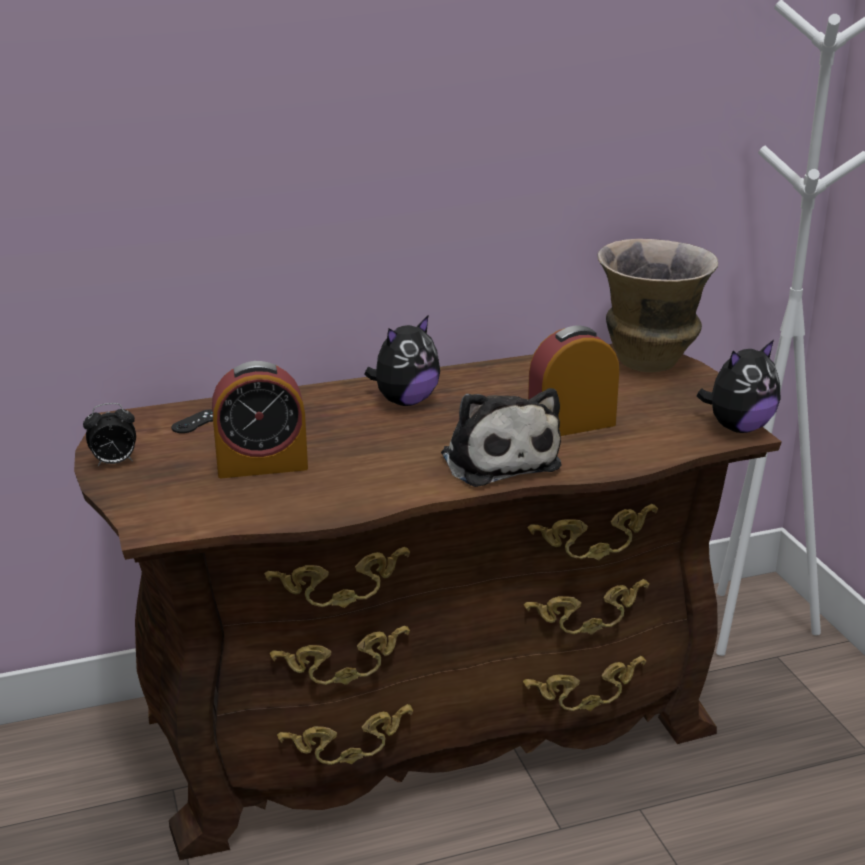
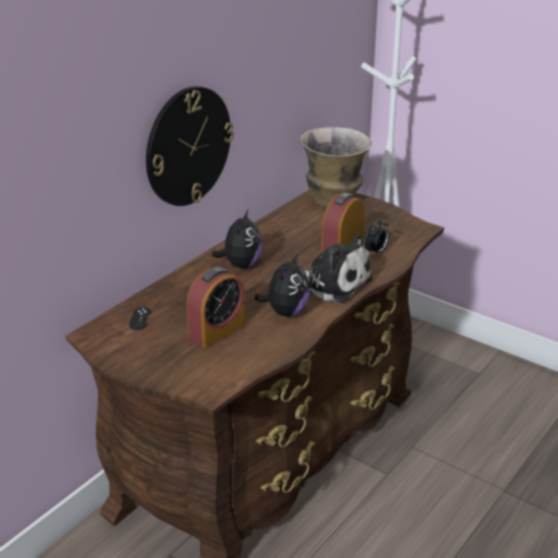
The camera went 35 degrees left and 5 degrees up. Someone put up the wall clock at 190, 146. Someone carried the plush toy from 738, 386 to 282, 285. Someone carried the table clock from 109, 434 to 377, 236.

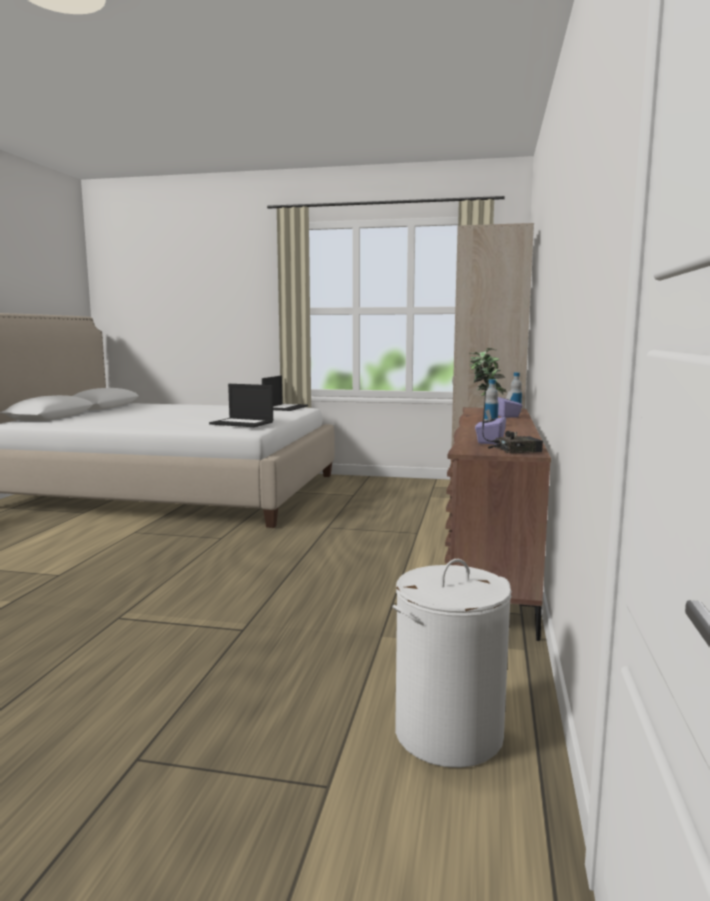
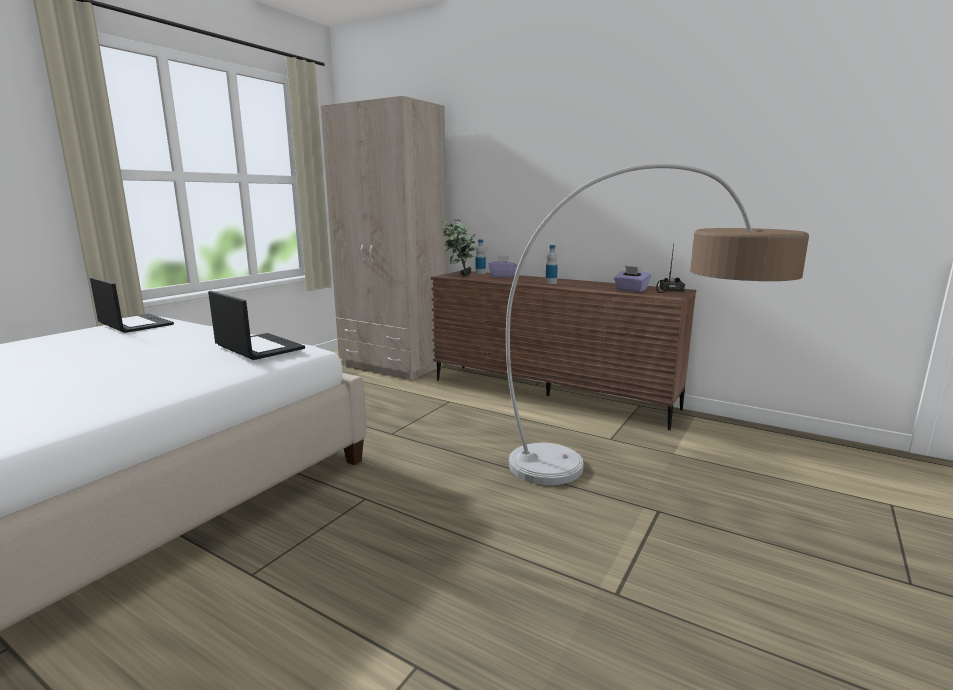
The camera went 70 degrees left and 5 degrees up. Someone rotated the laptop at 241, 405 by 90 degrees counterclockwise. Someone put down the standard lamp at 657, 324. Someone took away the white laundry basket at 452, 663.

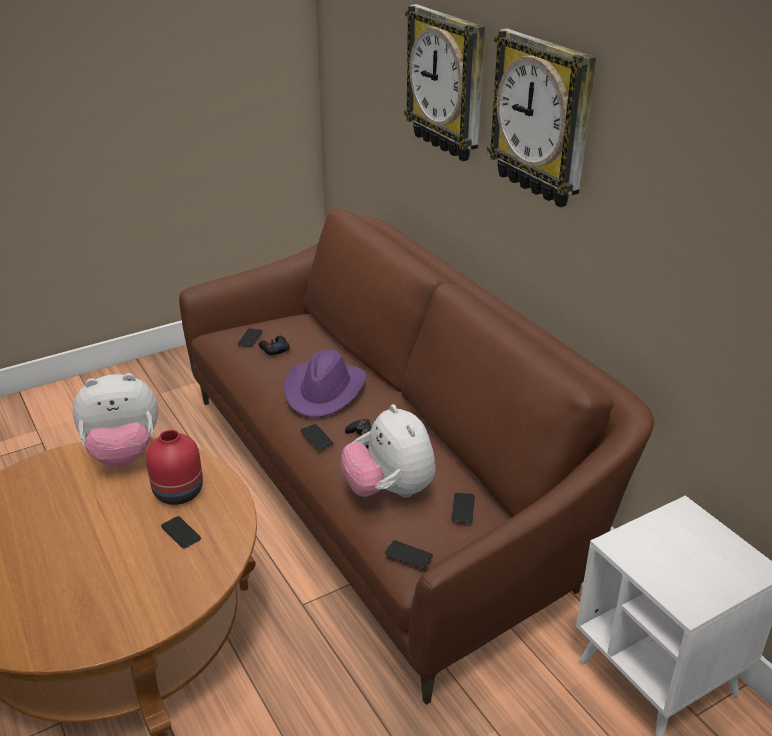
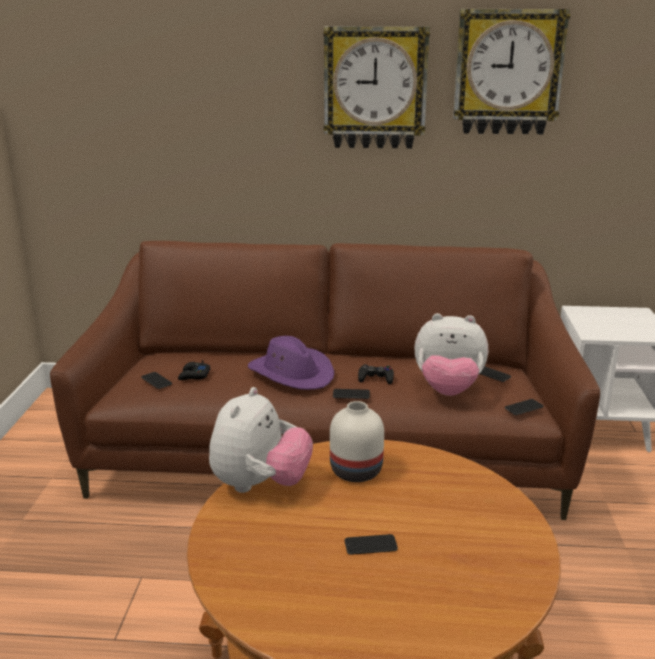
The camera went 55 degrees left and 10 degrees down. Someone repainted the red flower vase at 174, 467, which became the white flower vase at 357, 441. Someone carried the telephone from 181, 532 to 371, 544. Someone carried the wall clock from 444, 82 to 512, 71.

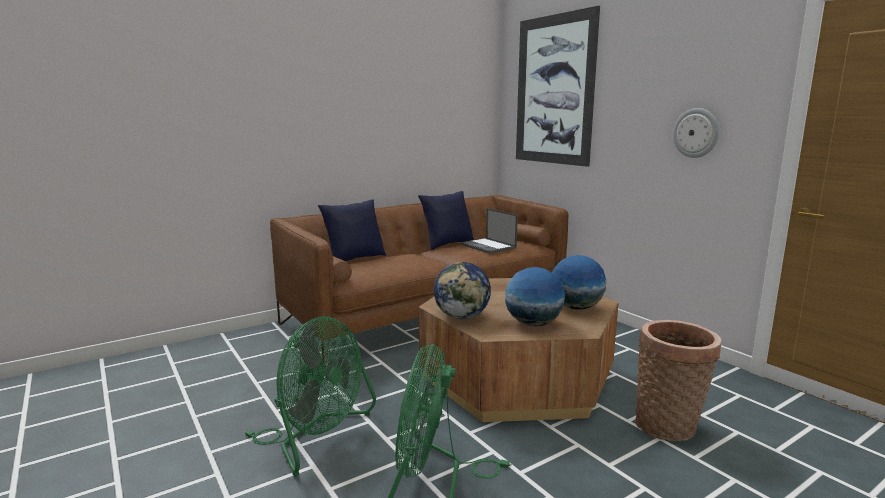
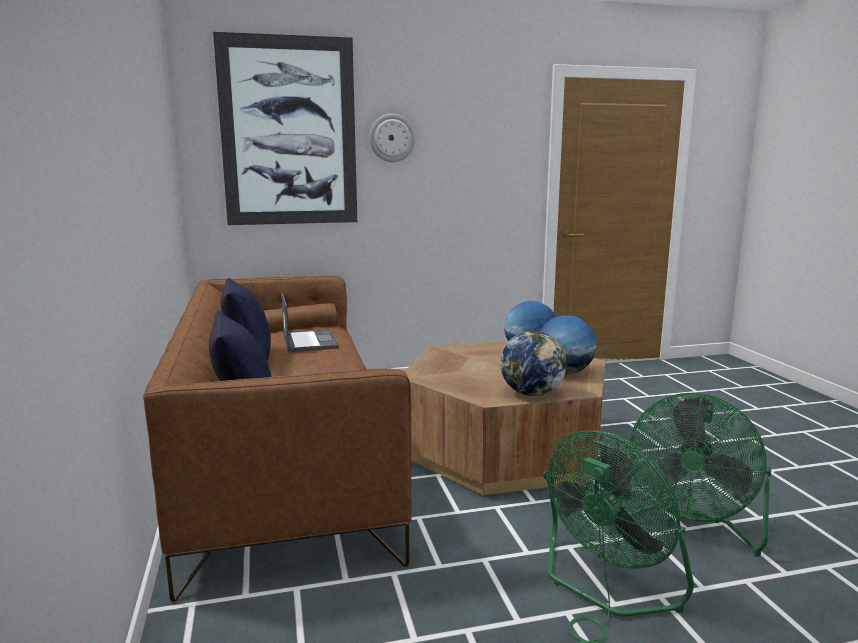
The camera went 70 degrees left and 0 degrees up. Someone rotated the laptop at 489, 231 by 90 degrees counterclockwise. Someone carried the wall clock from 696, 133 to 392, 138. Someone took away the storage basket at 678, 380.

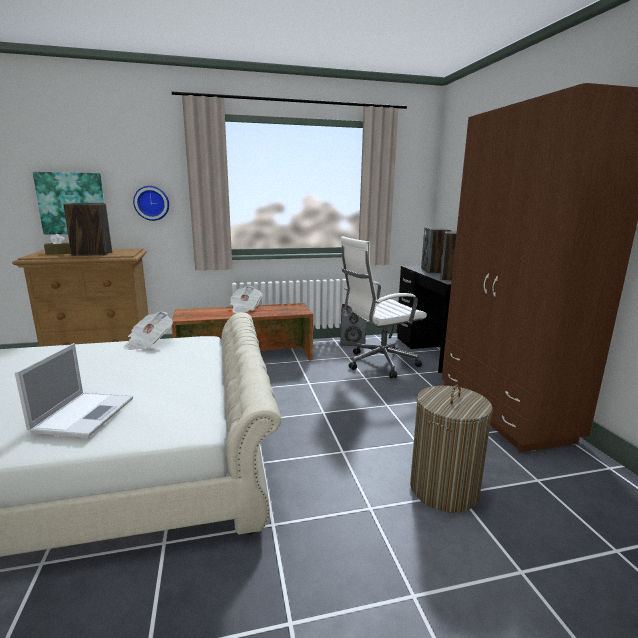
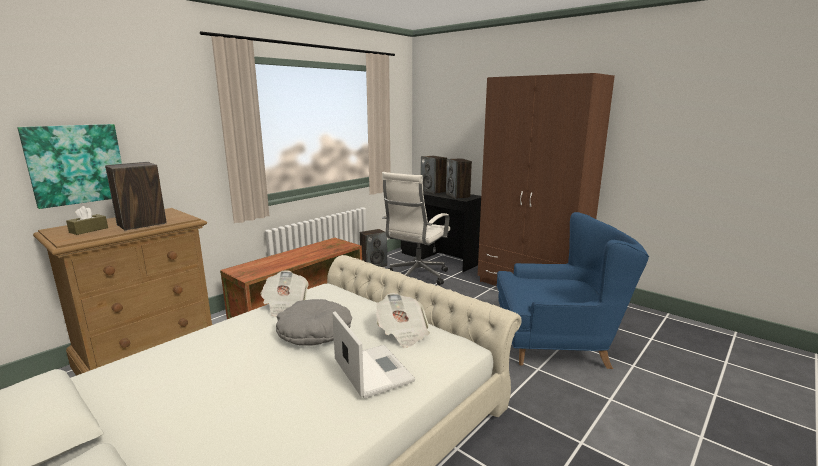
The camera went 35 degrees left and 0 degrees up. Someone put down the grey cushion at 314, 322. Someone carried the printed paper from 246, 299 to 403, 320. Someone swapped the laundry basket at 451, 448 for the bluish easy chair at 573, 290. Someone took away the wall clock at 151, 203.

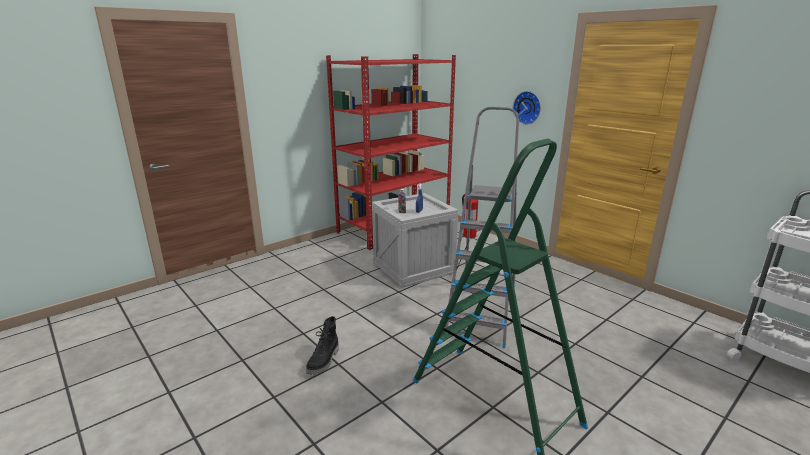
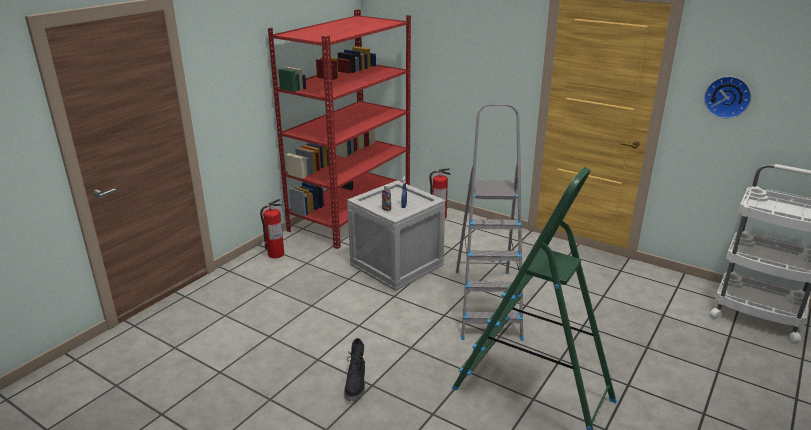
The camera went 15 degrees left and 5 degrees up. Someone put down the fire extinguisher at 272, 228. Someone carried the wall clock from 527, 108 to 728, 97.

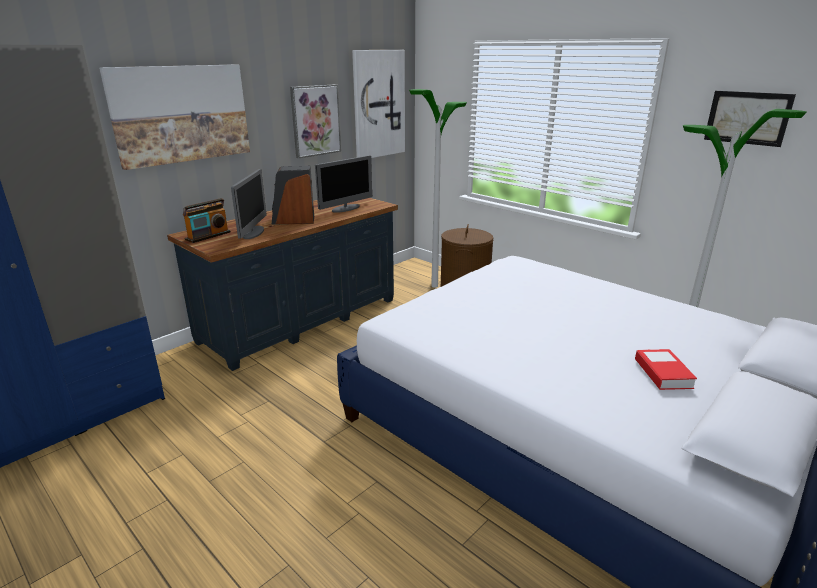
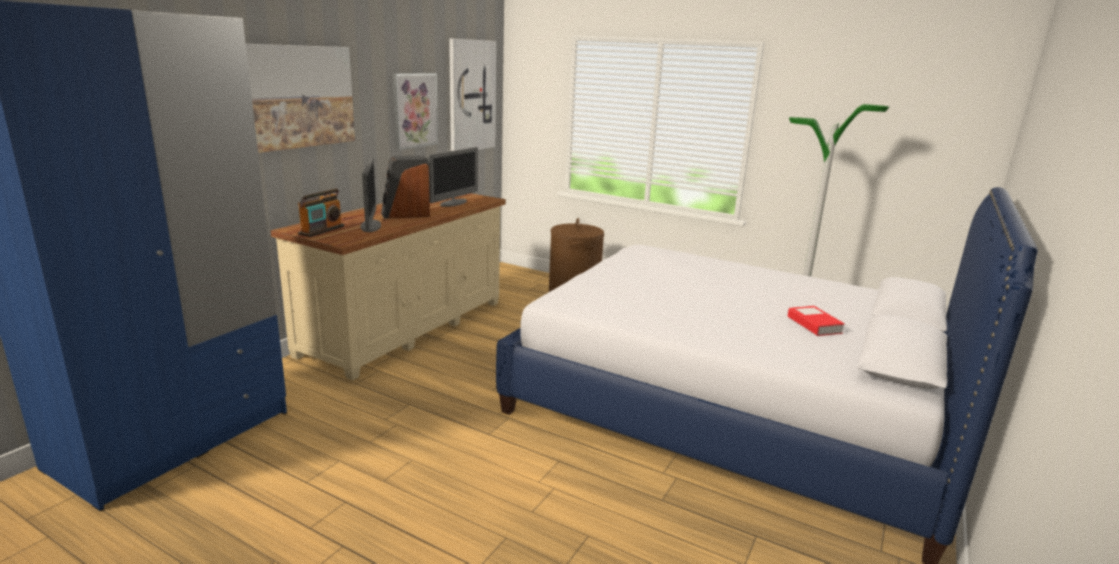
The camera went 15 degrees left and 5 degrees down. Someone repainted the bluish chest of drawers at 282, 284, which became the beige-coloured chest of drawers at 388, 287. Someone took away the standard lamp at 438, 188. Someone took away the wall picture at 750, 119.

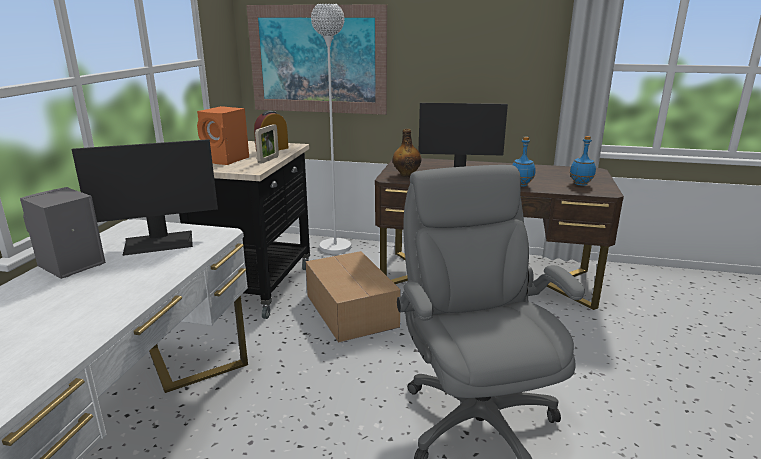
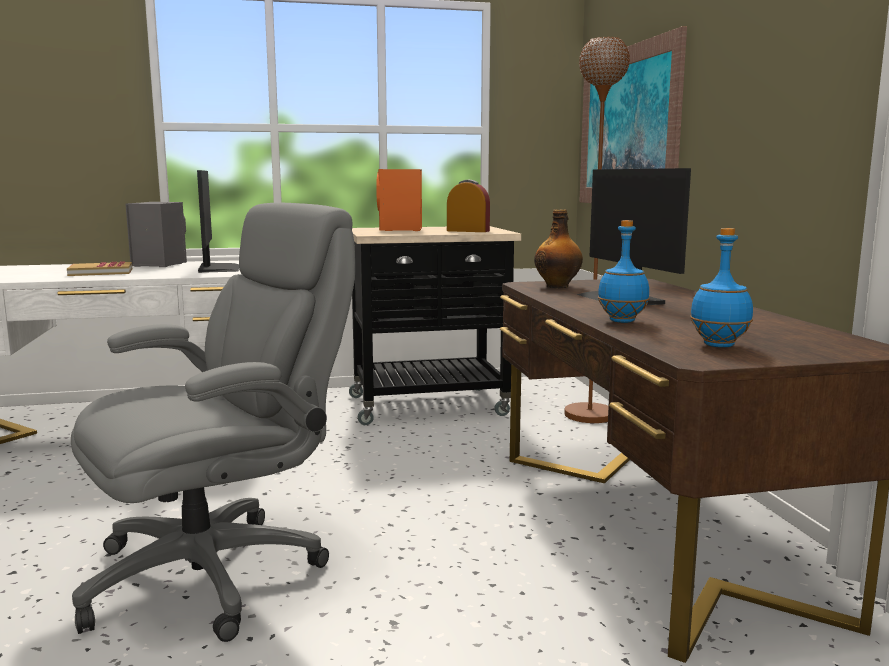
The camera went 65 degrees right and 10 degrees down. Someone put down the bound book at 99, 268. Someone rotated the computer display at 145, 197 by 150 degrees counterclockwise. Someone repainted the white standard lamp at 331, 129, which became the brown standard lamp at 597, 230. Someone took away the picture frame at 267, 143. Someone took away the packing box at 353, 297.

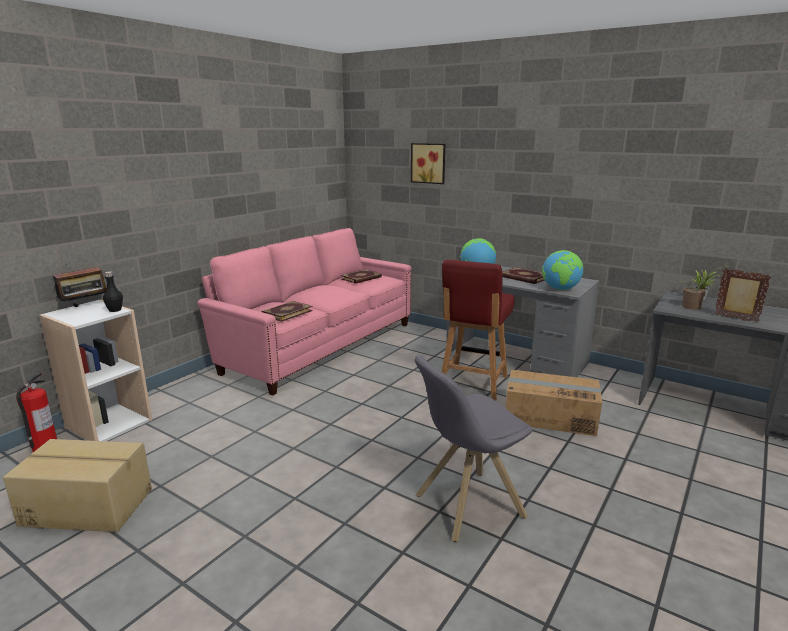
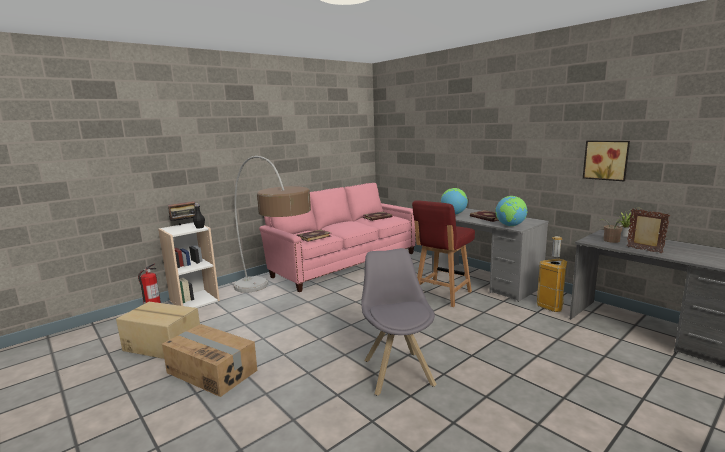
The camera went 15 degrees right and 5 degrees down. Someone carried the packing box from 554, 403 to 209, 360. Someone put down the standard lamp at 272, 224. Someone rotated the grey plain chair at 473, 448 by 90 degrees clockwise. Someone put down the waste bin at 552, 274. Someone carried the wall picture from 428, 163 to 606, 161.

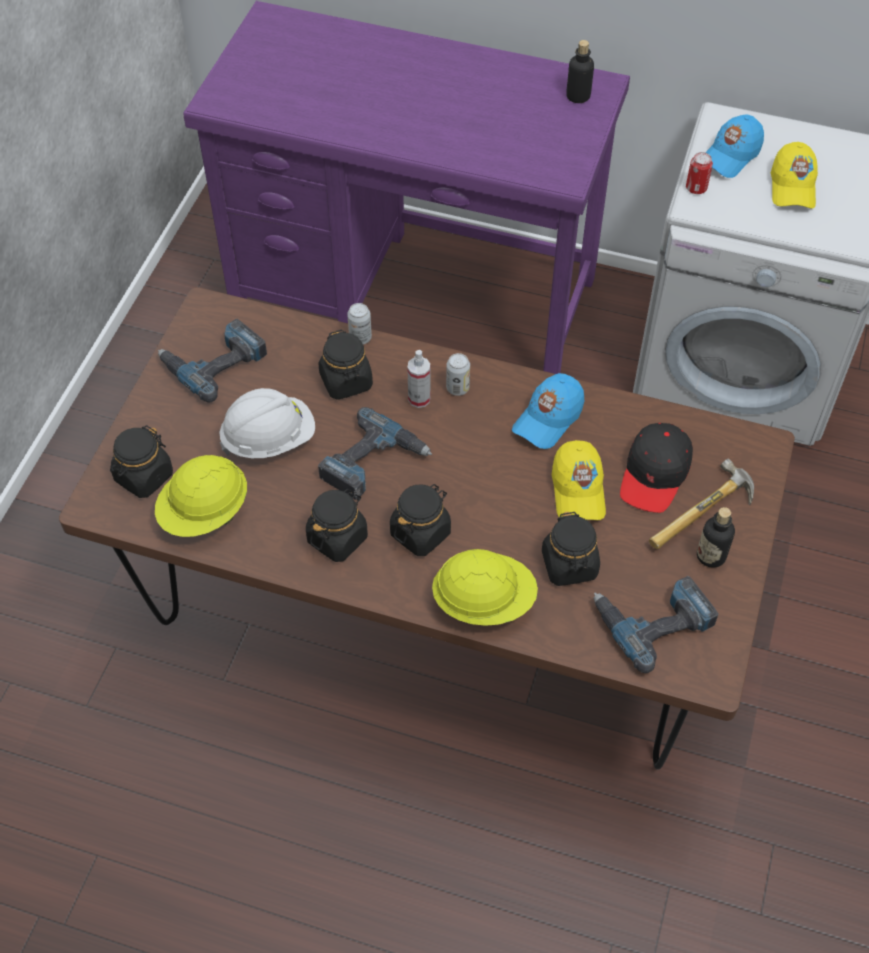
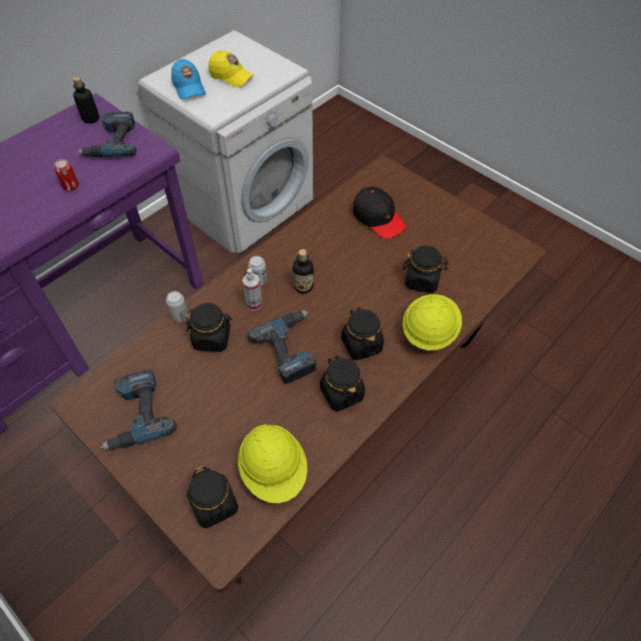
The camera went 65 degrees left and 0 degrees up. Someone carried the can from 699, 173 to 66, 175. Someone carried the drill from 656, 624 to 107, 134. Someone carried the bottle from 716, 537 to 303, 271. Someone took away the white hard hat at 267, 423. Someone took away the bluish peaked cap at 548, 411. Someone took away the yellowish peaked cap at 579, 480. Someone took away the hand hammer at 701, 503.

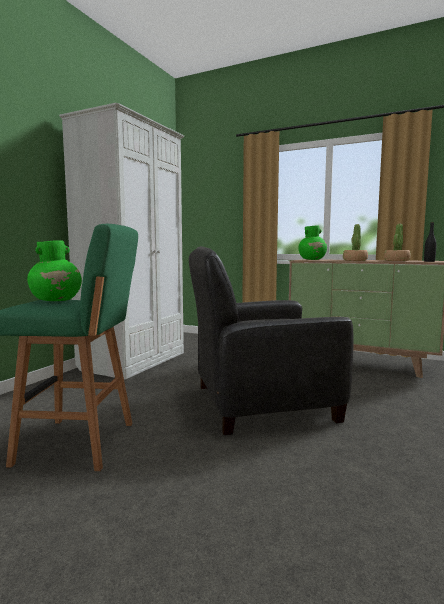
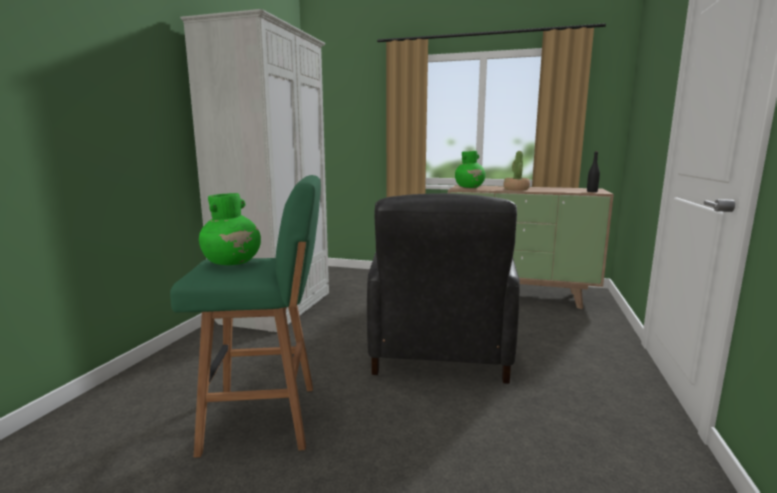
The camera went 10 degrees left and 5 degrees up. Someone rotated the blackish easy chair at 271, 340 by 60 degrees counterclockwise. Someone took away the houseplant at 397, 242.

